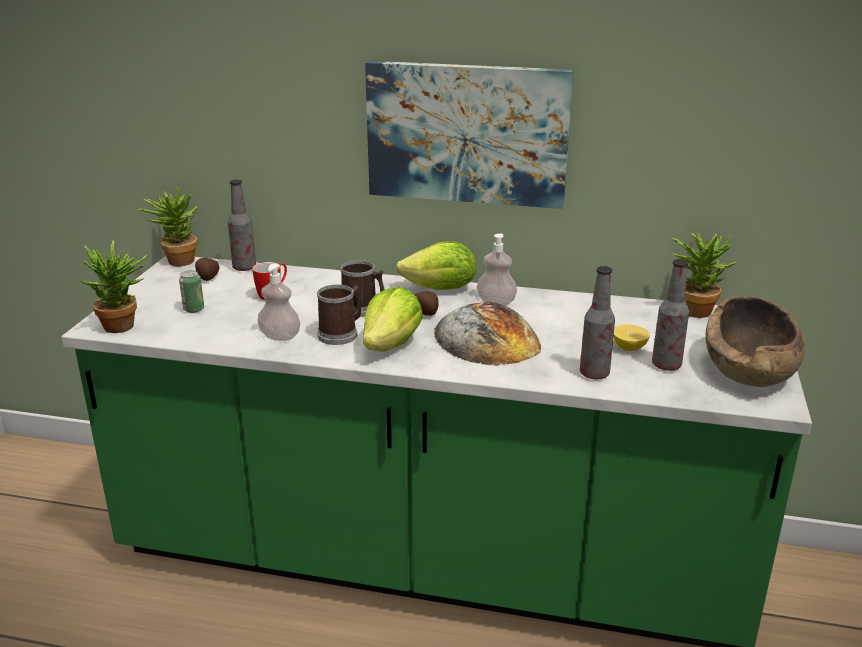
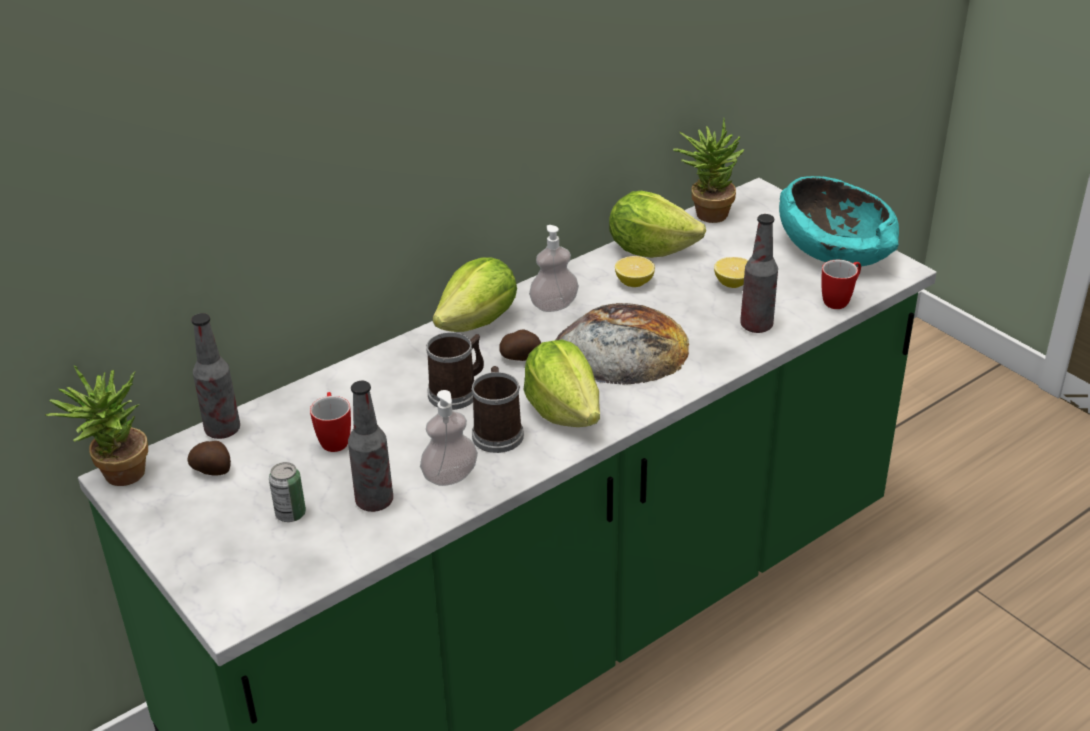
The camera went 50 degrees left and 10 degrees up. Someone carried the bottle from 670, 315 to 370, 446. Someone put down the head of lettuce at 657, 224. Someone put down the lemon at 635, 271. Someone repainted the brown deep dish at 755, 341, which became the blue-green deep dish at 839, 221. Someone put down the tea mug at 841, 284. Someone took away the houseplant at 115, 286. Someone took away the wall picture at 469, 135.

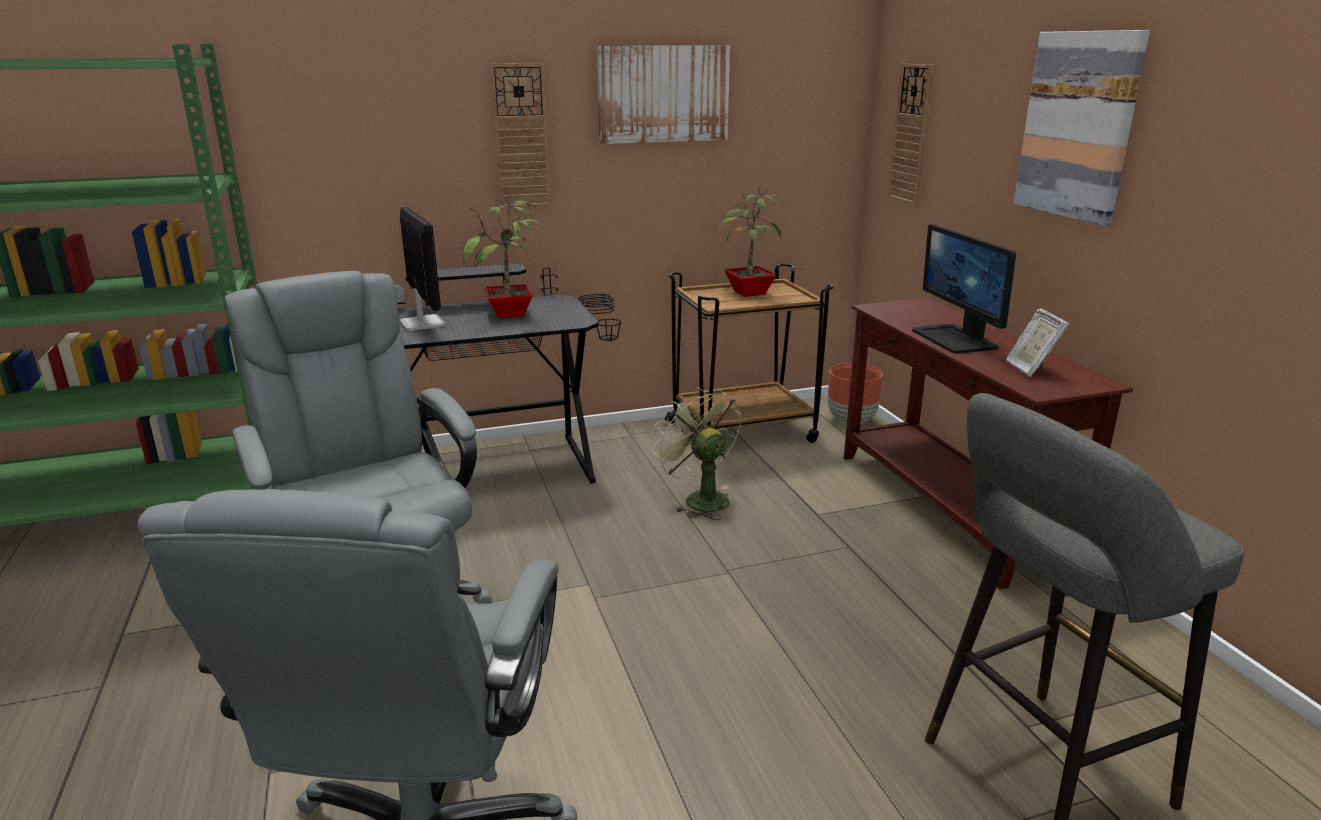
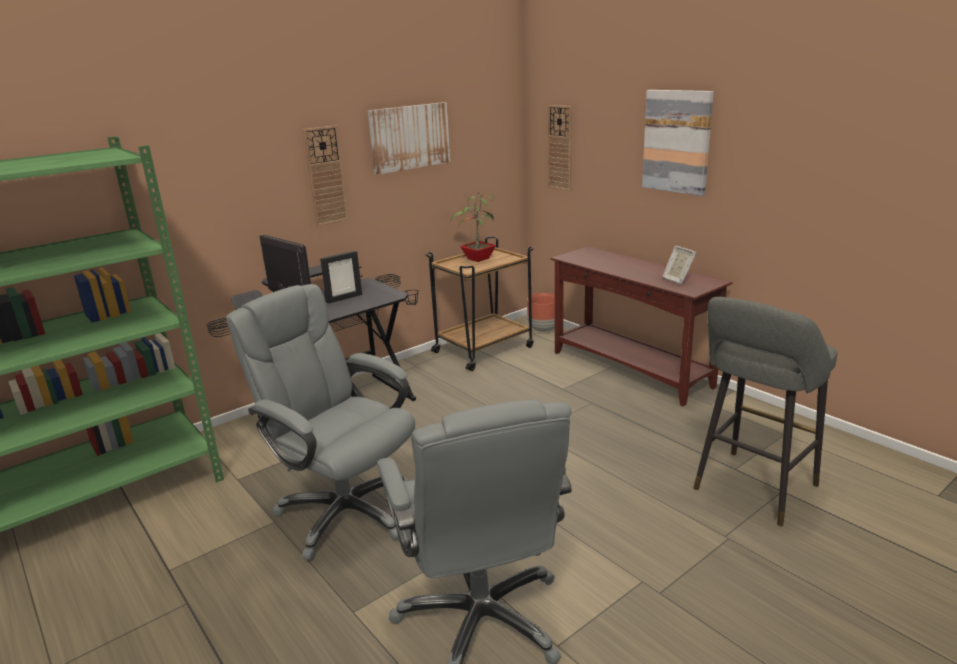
The camera went 20 degrees left and 0 degrees up. Someone swapped the houseplant at 502, 256 for the picture frame at 341, 277. Someone took away the green cooling fan at 696, 453. Someone took away the computer display at 964, 289.

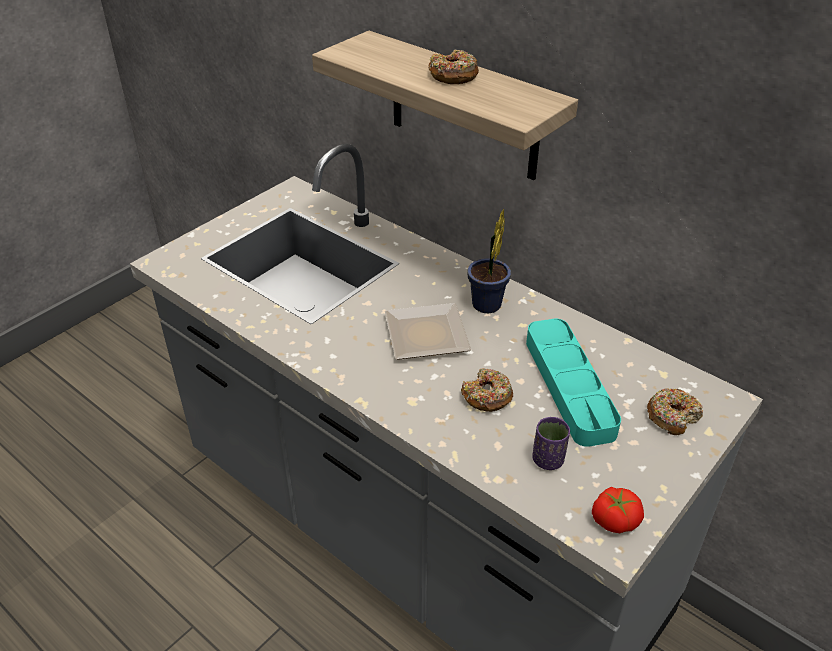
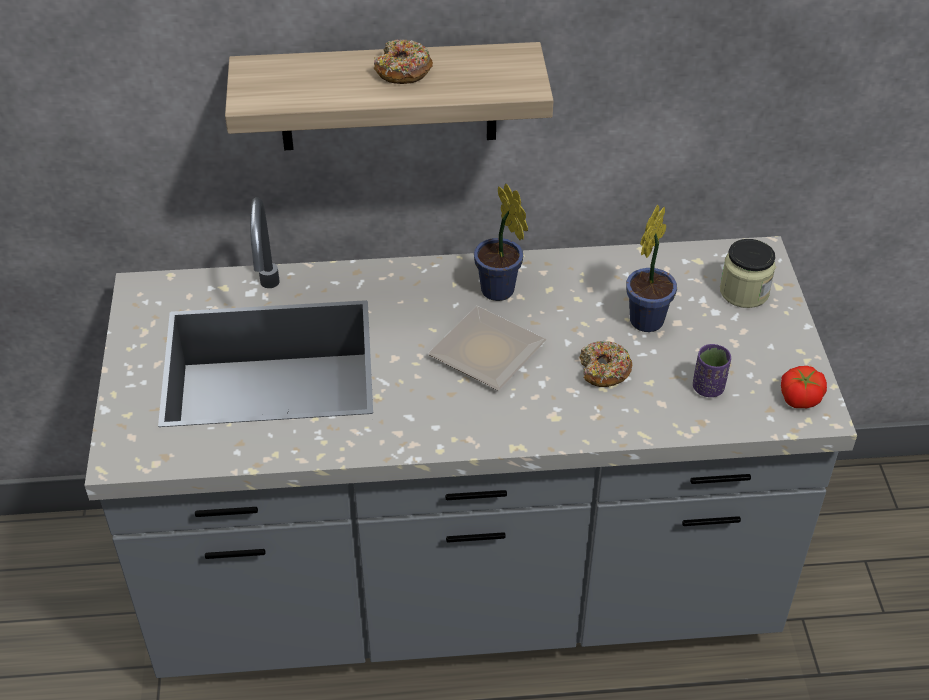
The camera went 45 degrees left and 5 degrees up. Someone swapped the blue-green tray at 573, 383 for the houseplant at 651, 268. Someone swapped the ring doughnut at 675, 411 for the jar at 748, 273.

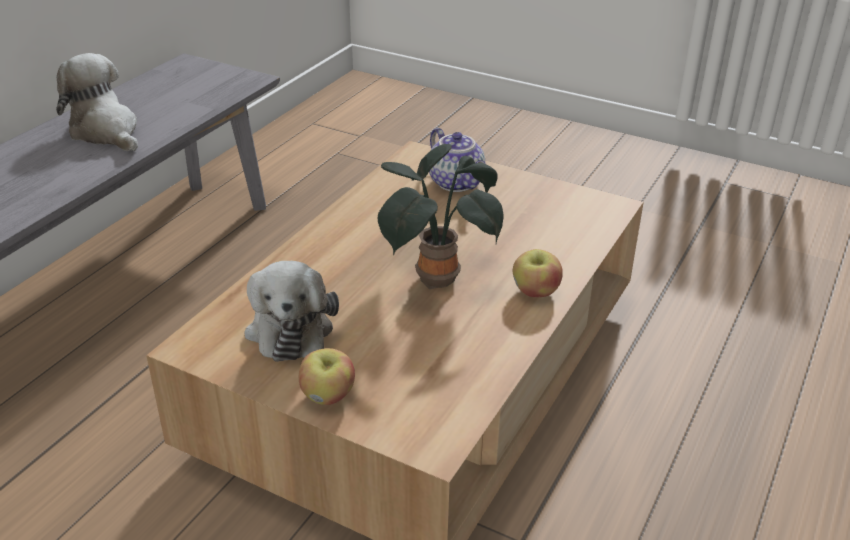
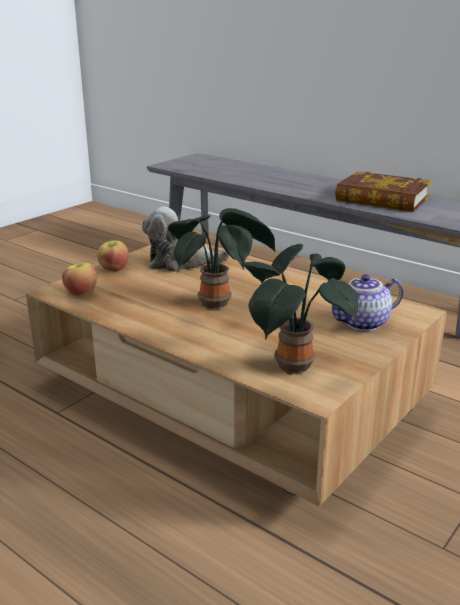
The camera went 100 degrees right and 10 degrees down. Someone carried the apple from 538, 273 to 79, 279. Someone put down the houseplant at 299, 309. Someone swapped the plush toy at 97, 102 for the bound book at 383, 191.

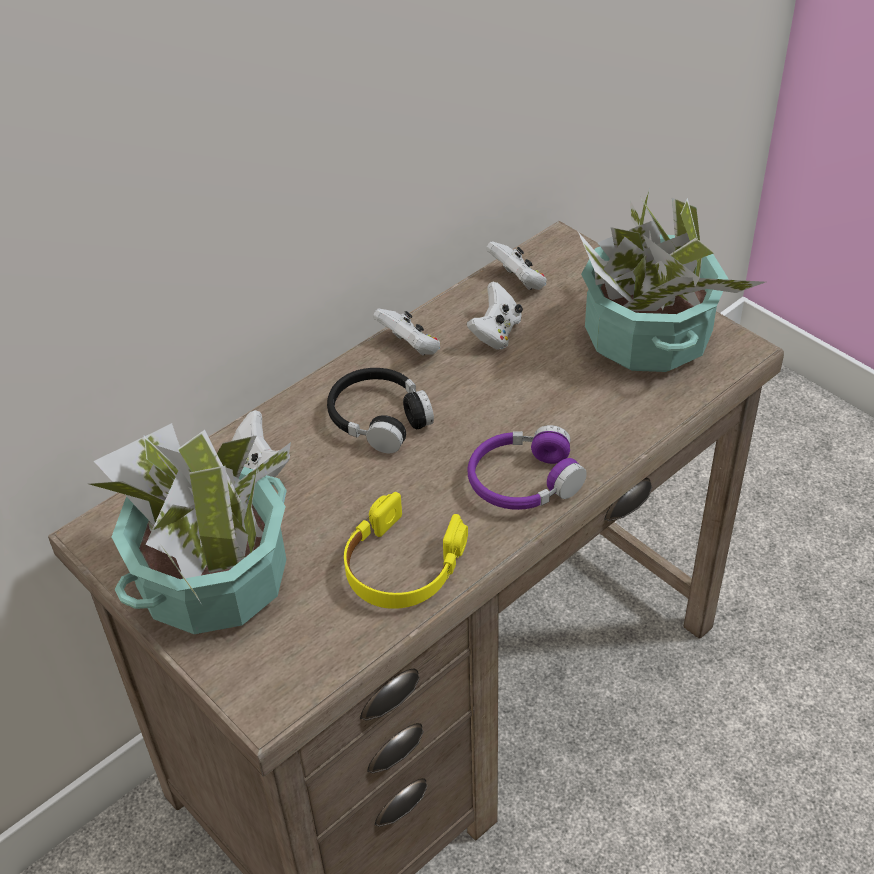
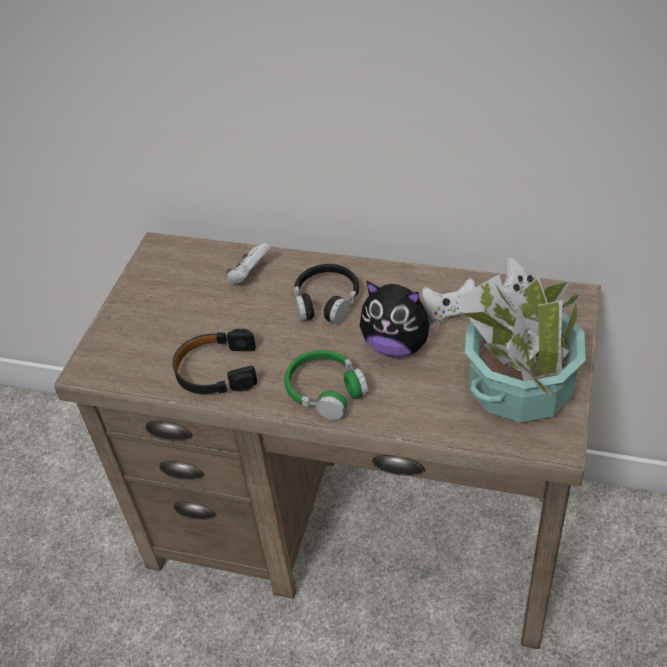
The camera went 60 degrees right and 0 degrees up. Someone repainted the yellowish headset at 406, 550, which became the blackish headset at 215, 361. Someone repainted the purple-coloured headset at 527, 467, which became the green headset at 326, 385. Someone put down the plush toy at 400, 319. Someone took away the houseplant at 190, 528. Someone took away the white game controller at 406, 332.

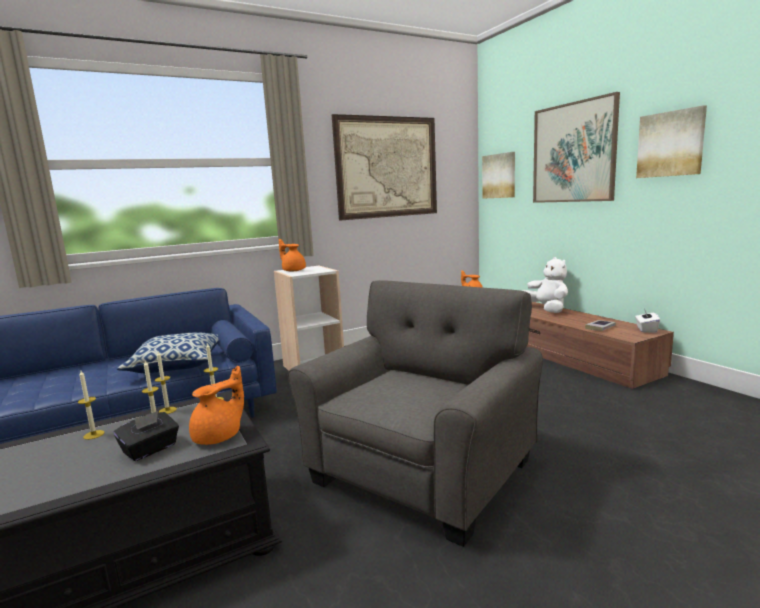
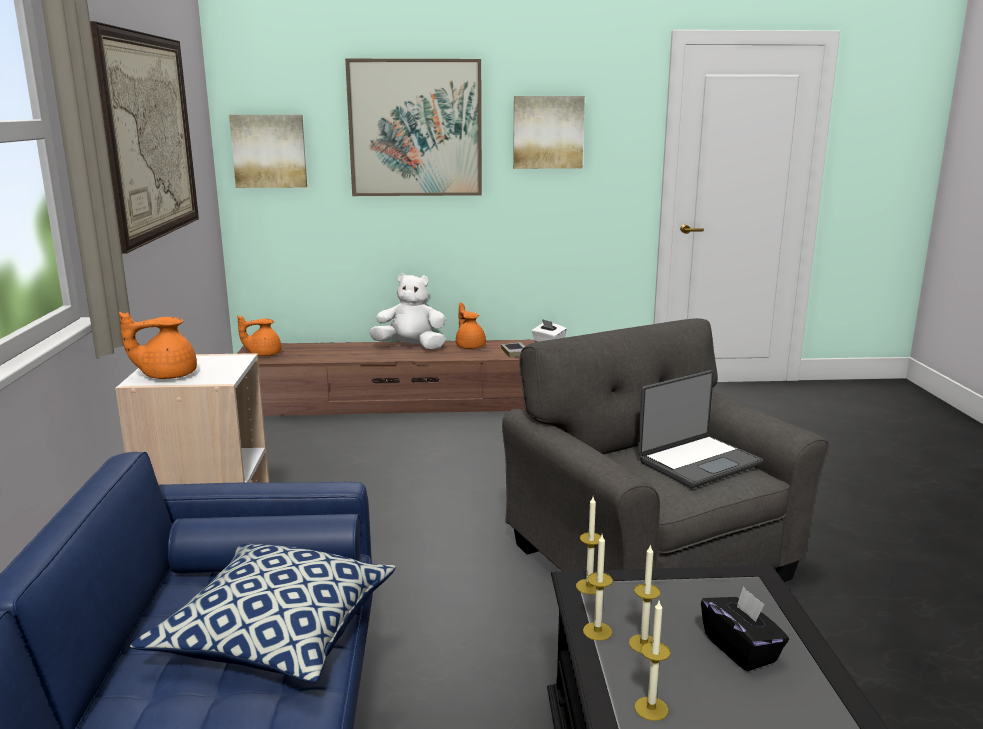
The camera went 65 degrees left and 5 degrees up. Someone carried the orange-coloured teapot from 216, 405 to 471, 325. Someone put down the laptop at 700, 429.

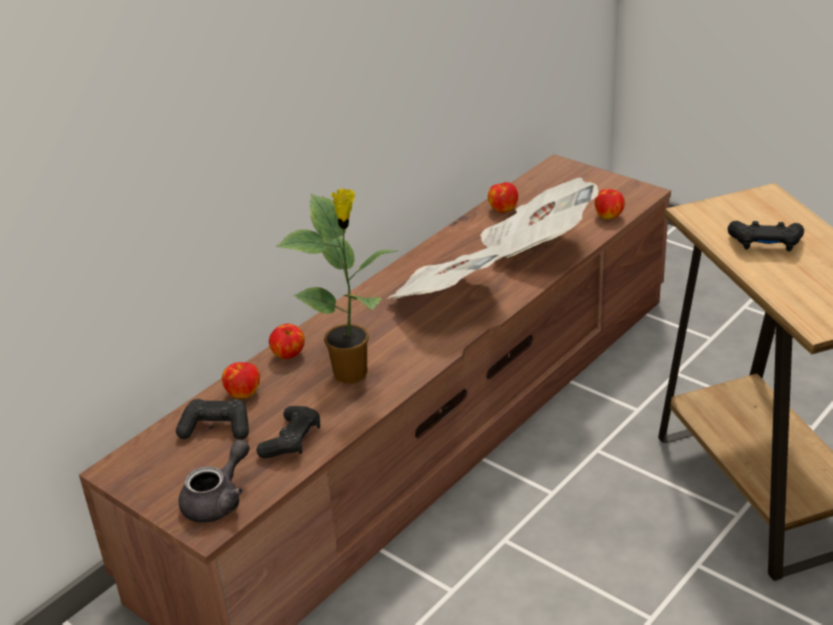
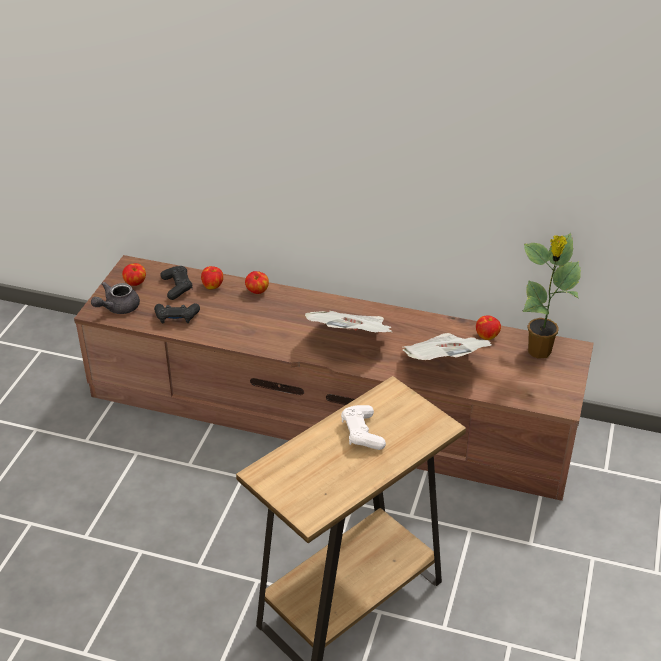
The camera went 65 degrees right and 5 degrees up. Someone rotated the grey teapot at 214, 481 by 120 degrees clockwise. Someone carried the apple from 610, 204 to 134, 274. Someone repainted the blackish game controller at 766, 236, which became the white game controller at 363, 427. Someone carried the houseplant from 336, 286 to 551, 296.

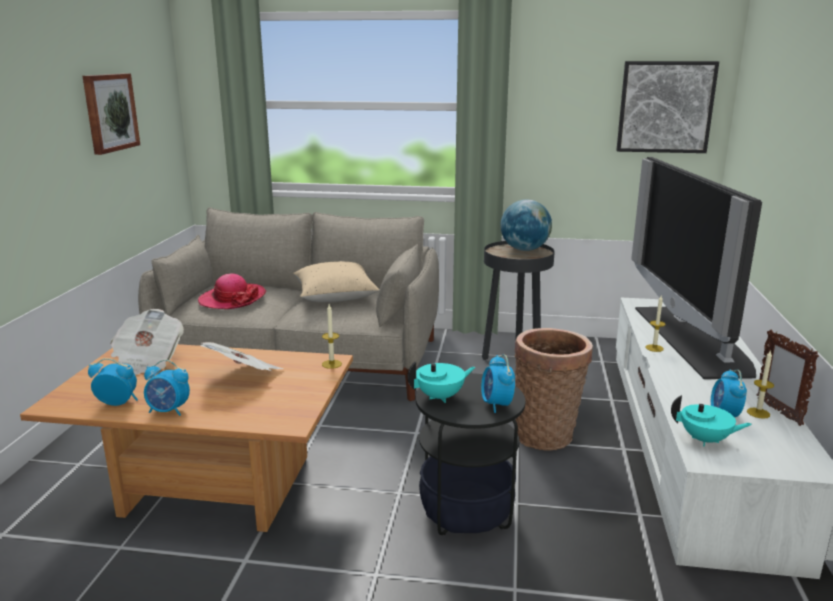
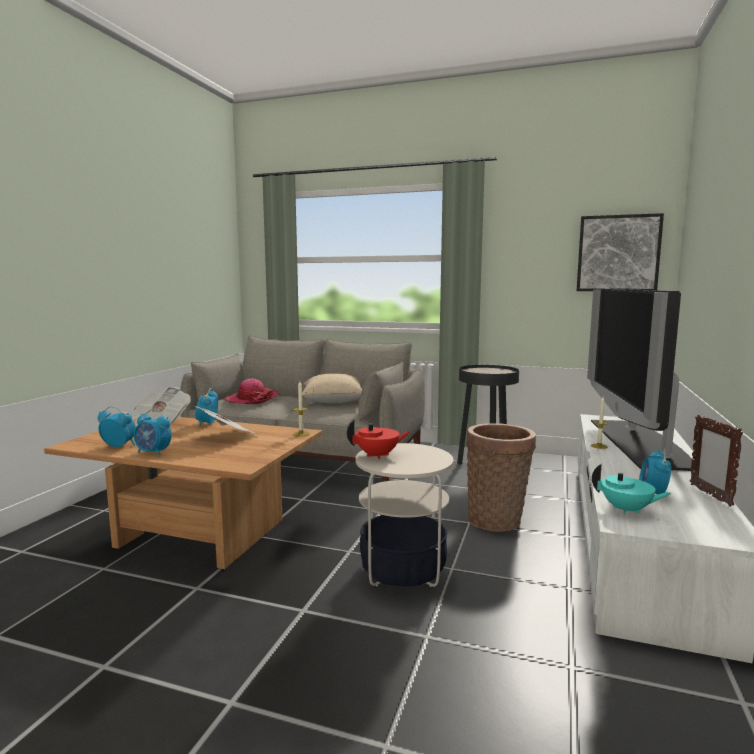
The camera went 10 degrees right and 10 degrees down. Someone carried the table clock from 498, 384 to 206, 407. Someone repainted the blue-green teapot at 441, 382, which became the red teapot at 379, 440. Someone repainted the blackish end table at 471, 454, which became the beige-coloured end table at 404, 515. Someone took away the wall picture at 111, 114. Someone took away the globe at 526, 225. Someone took away the candle at 760, 384.

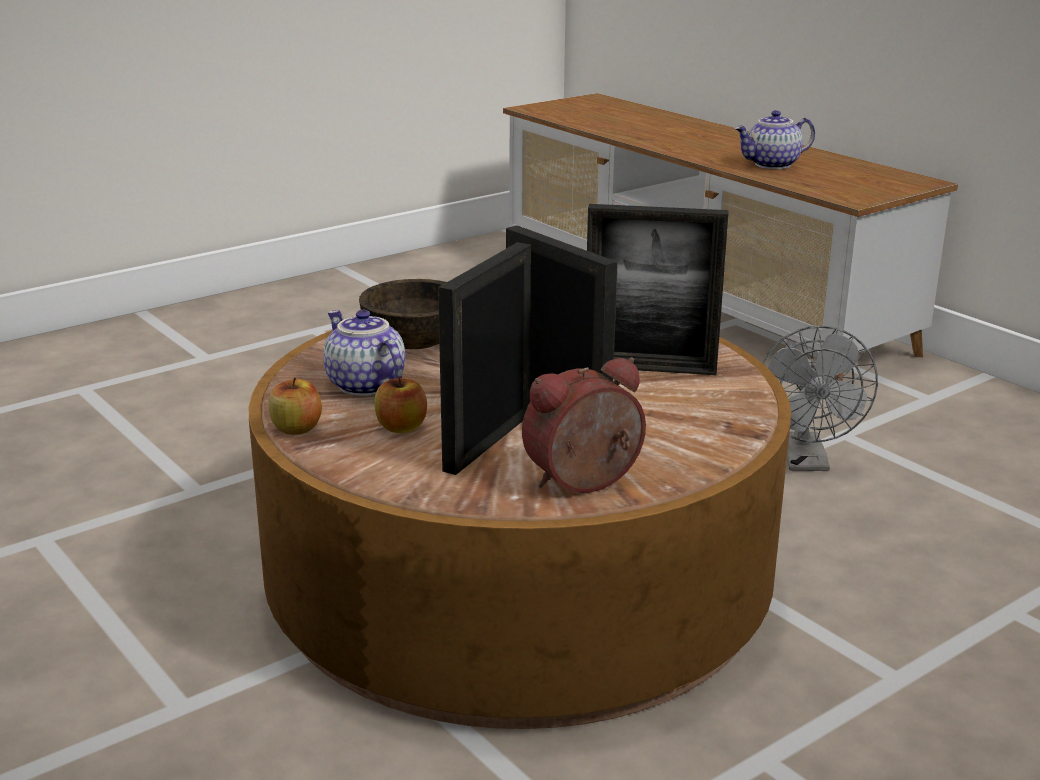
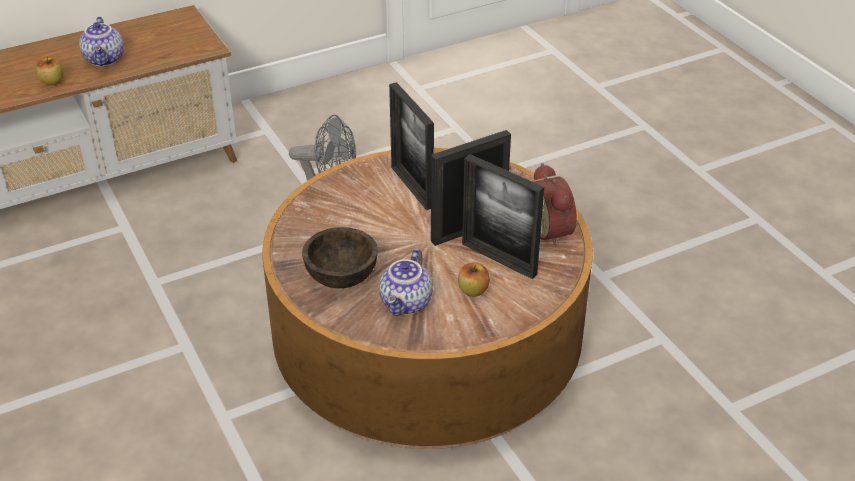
The camera went 80 degrees left and 15 degrees up. Someone carried the apple from 295, 406 to 50, 71. Someone rotated the teapot at 364, 353 by 45 degrees counterclockwise. Someone rotated the picture frame at 657, 289 by 135 degrees clockwise.

